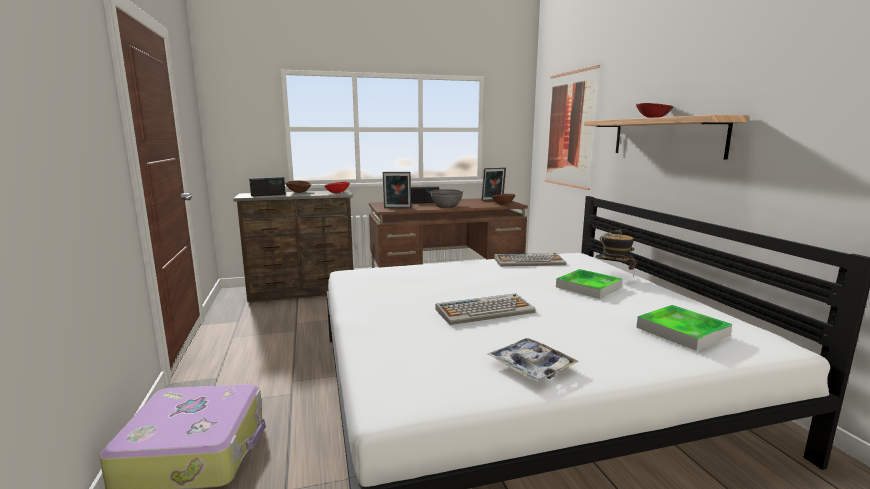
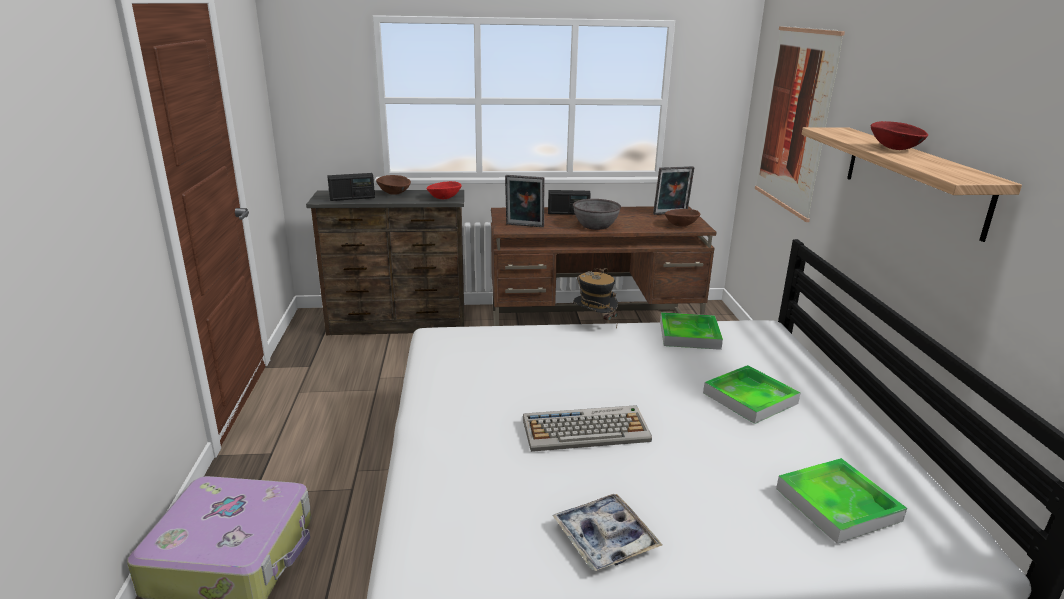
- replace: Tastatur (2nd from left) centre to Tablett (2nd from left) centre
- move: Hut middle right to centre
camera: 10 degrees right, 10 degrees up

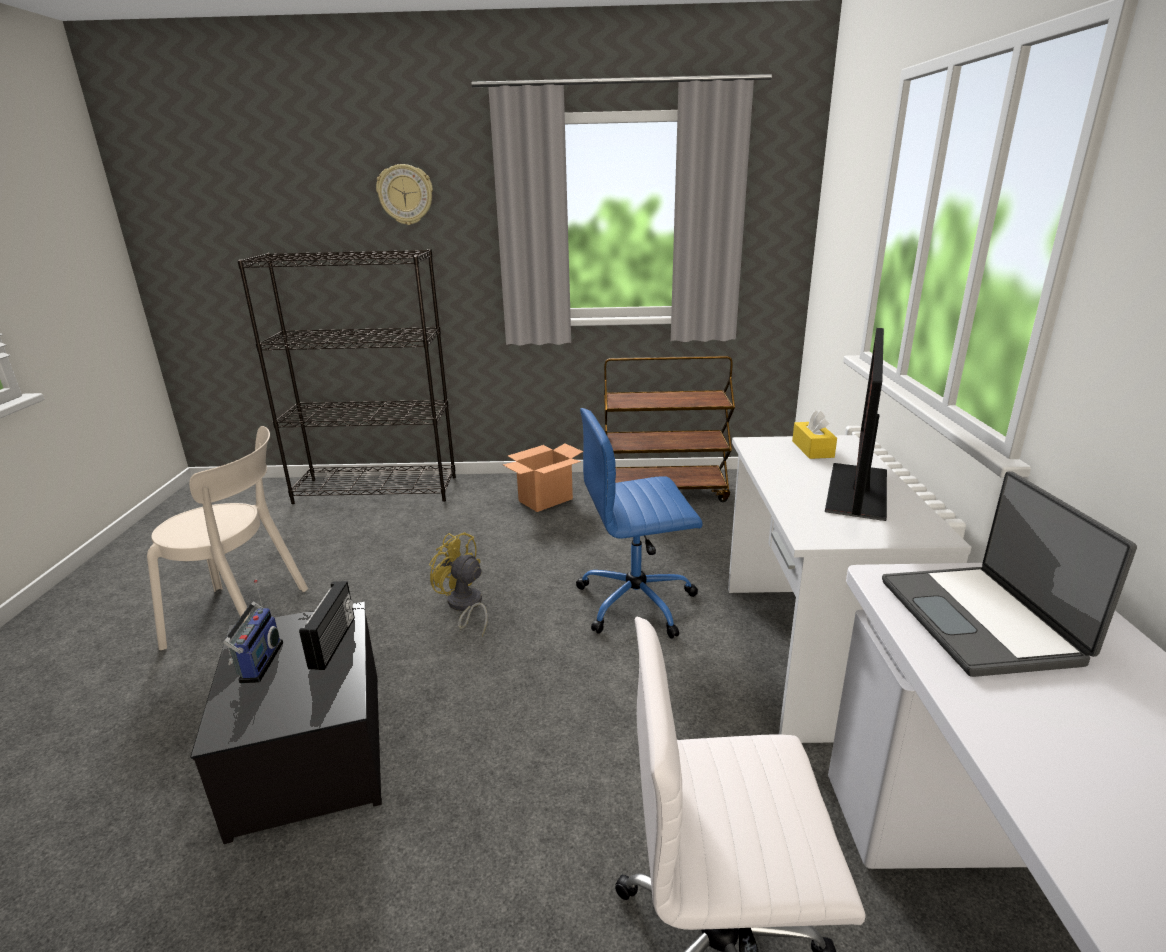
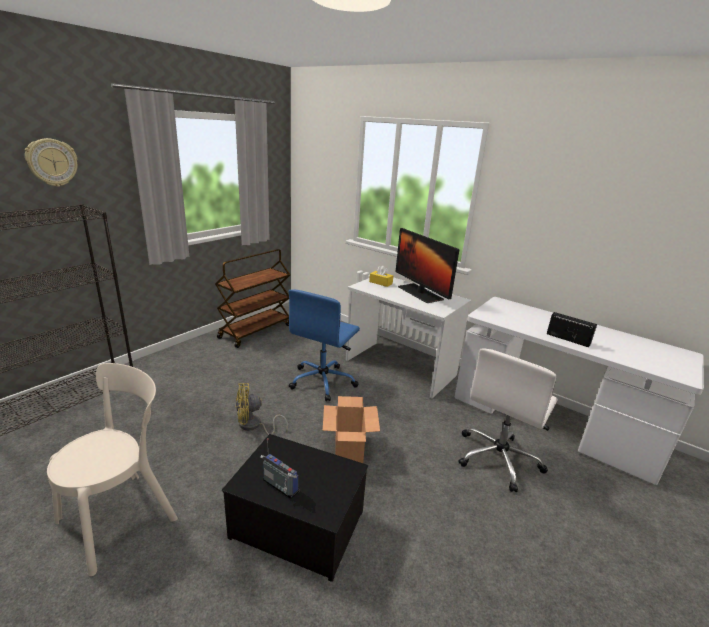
- move: Radio (2nd from left) middle left to middle right
- move: Karton centre to bottom centre
- delete: Laptop middle right
camera: 55 degrees left, 0 degrees up

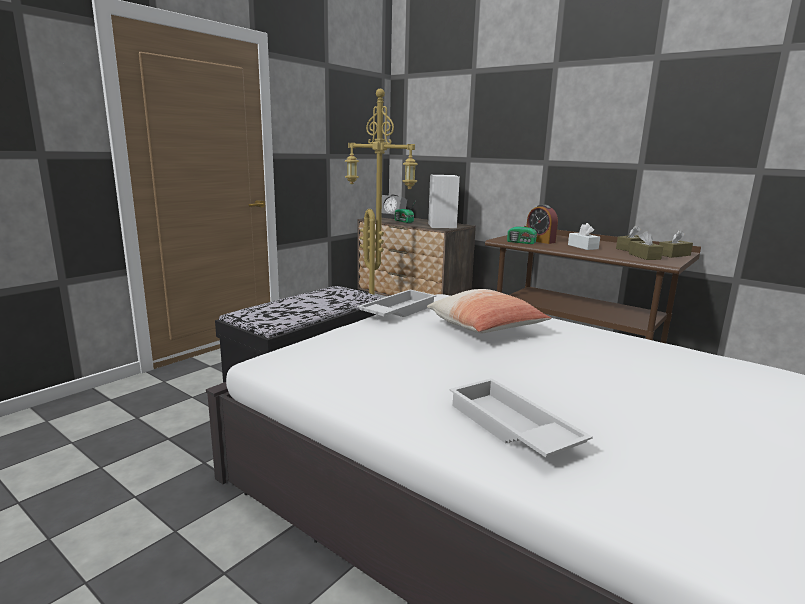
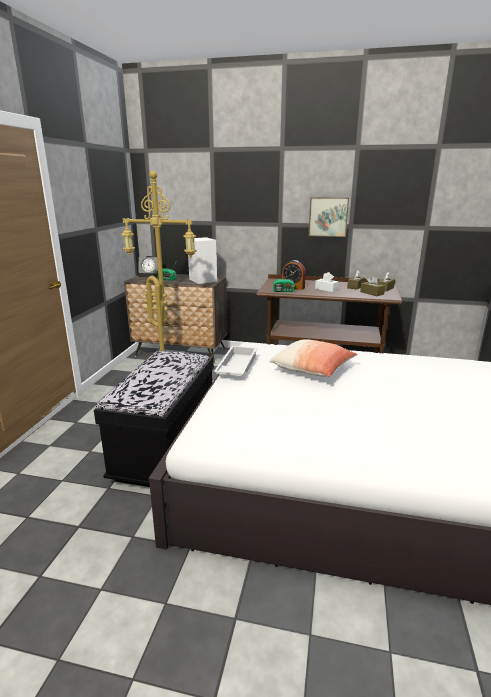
- delete: Tablett (weiß) (2nd from left) bottom centre
- insert: Bild top right
camera: 25 degrees left, 5 degrees up

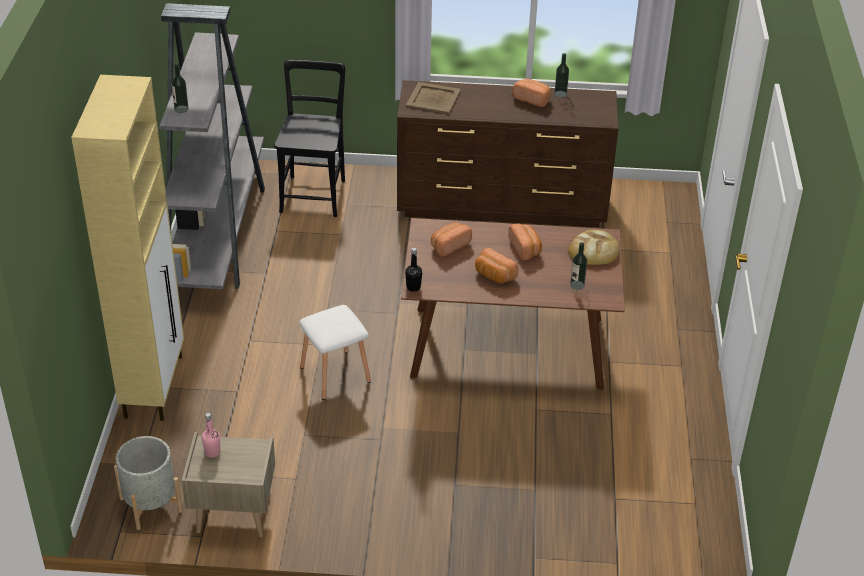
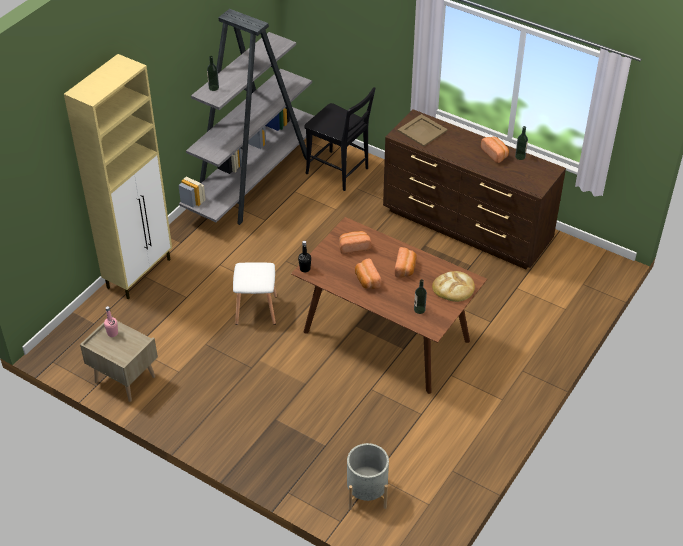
- move: Pflanzkübel (grau) bottom left to bottom centre
- rotate: Stuhl (schwarz) top centre = top centre 90 degrees clockwise
camera: 30 degrees right, 5 degrees up

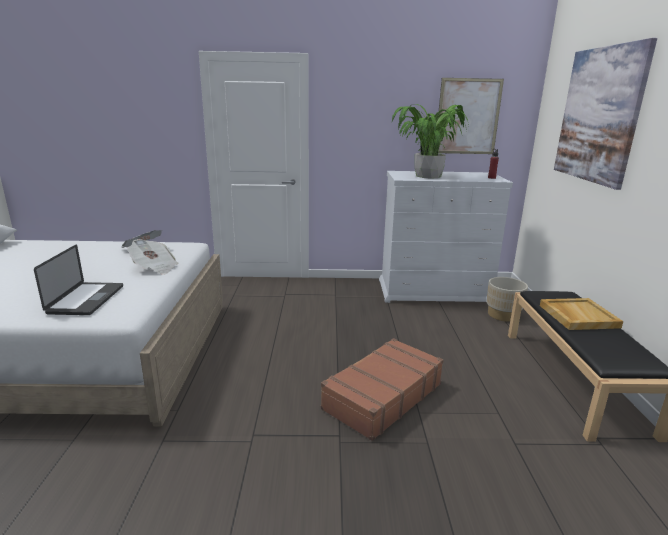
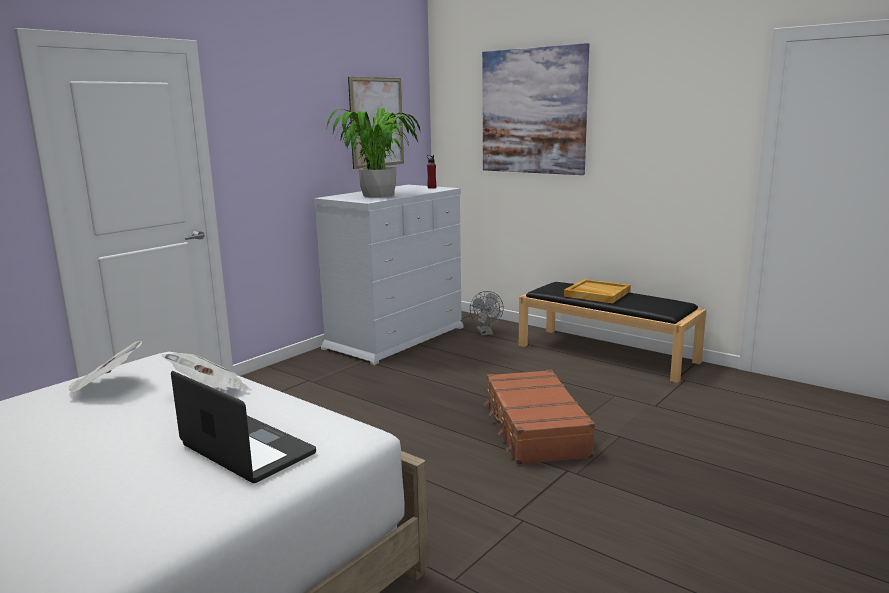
- replace: Pflanzkübel (beige) middle right to Ventilator (grau) centre
camera: 50 degrees left, 5 degrees down

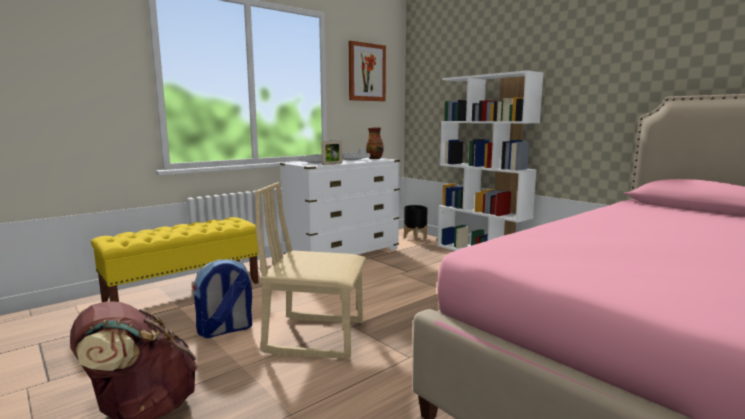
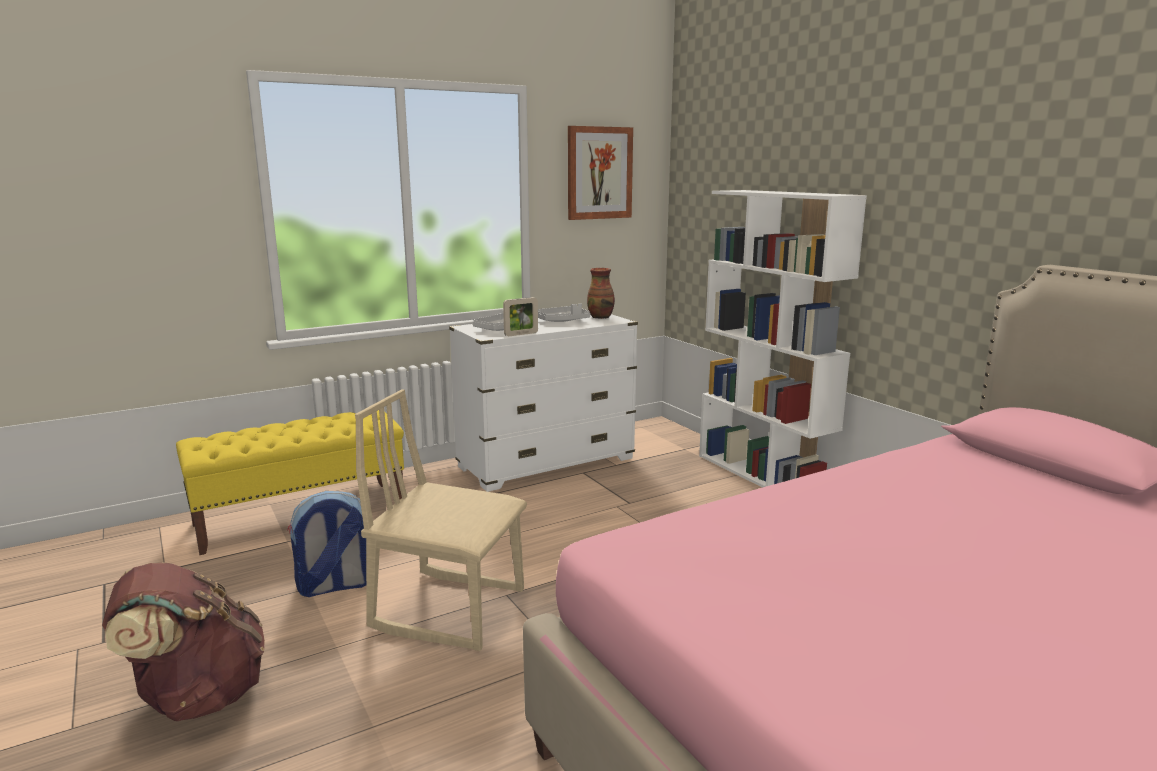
- delete: Pflanzkübel (schwarz) centre
camera: 10 degrees right, 5 degrees up

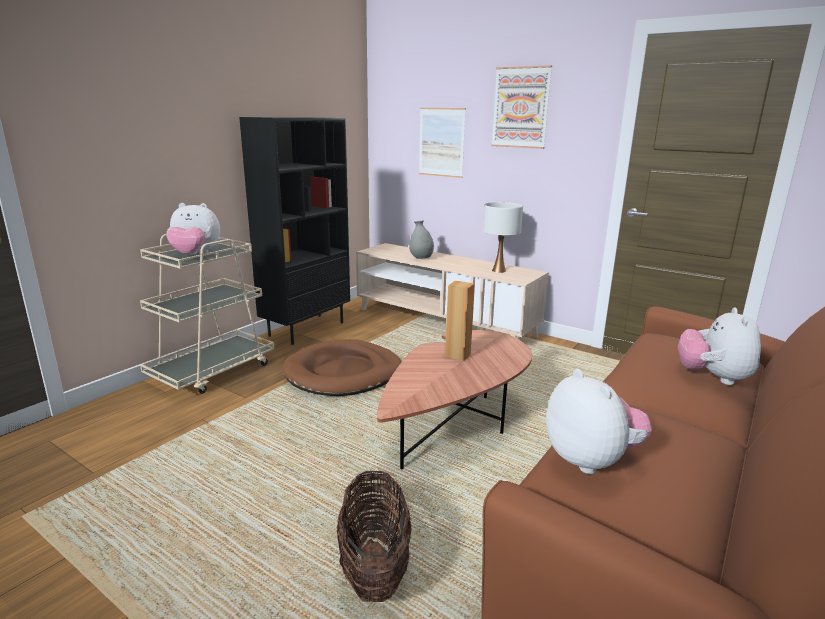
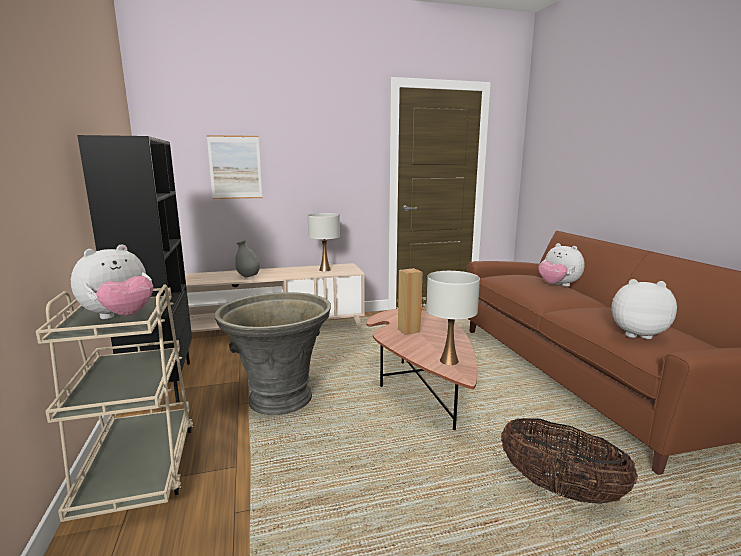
- replace: Hundebett (braun) centre to Pflanzkübel (grau) centre
- delete: Bild (2nd from left) top centre
- insert: Tischlampe (weiß) (2nd from left) centre
camera: 50 degrees left, 5 degrees down

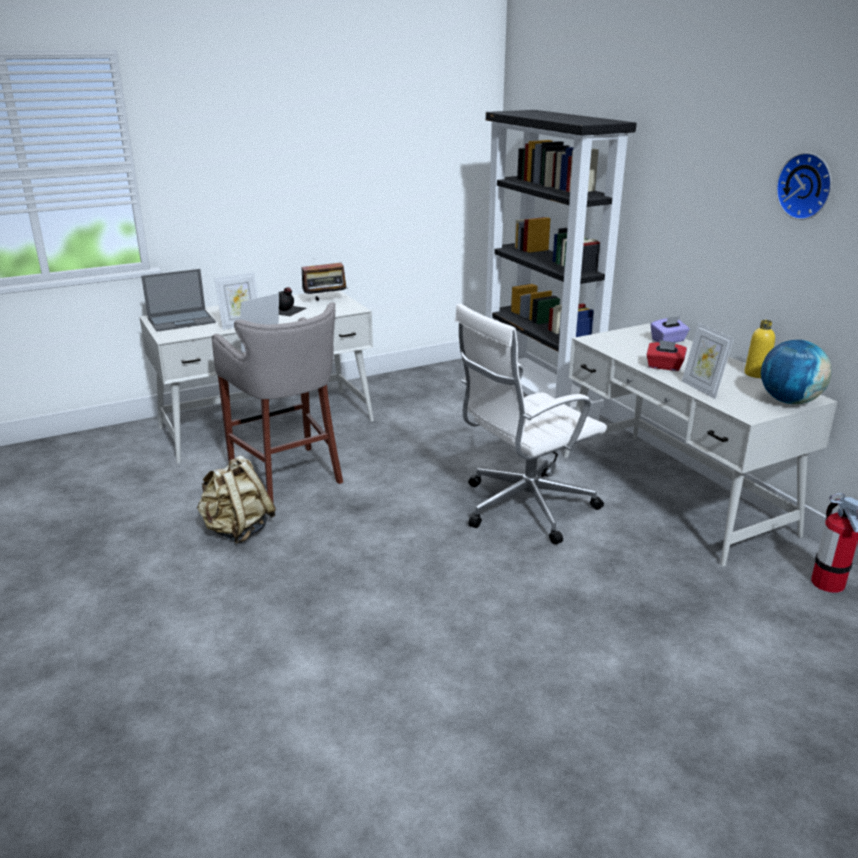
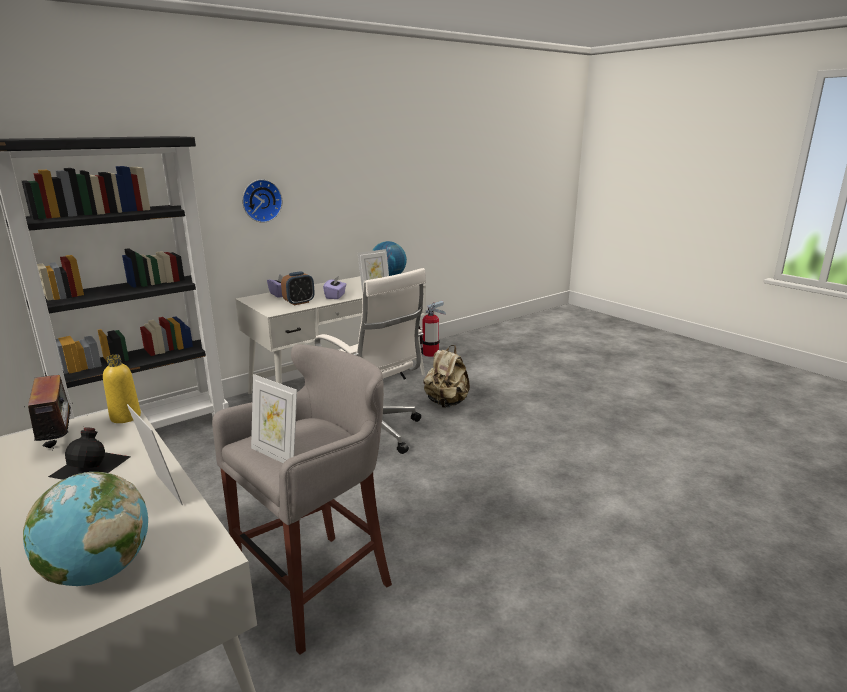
- replace: Laptop middle left to Globus (1st from left) bottom left
- move: Rucksack (beige) middle left to centre
- recolor: Taschentuchbox (rot) middle right to Taschentuchbox (lila) (2nd from left) centre
- move: Flasche (gelb) middle right to middle left
- move: Wanduhr top right to top left
- insert: Wecker centre
camera: 100 degrees left, 5 degrees down

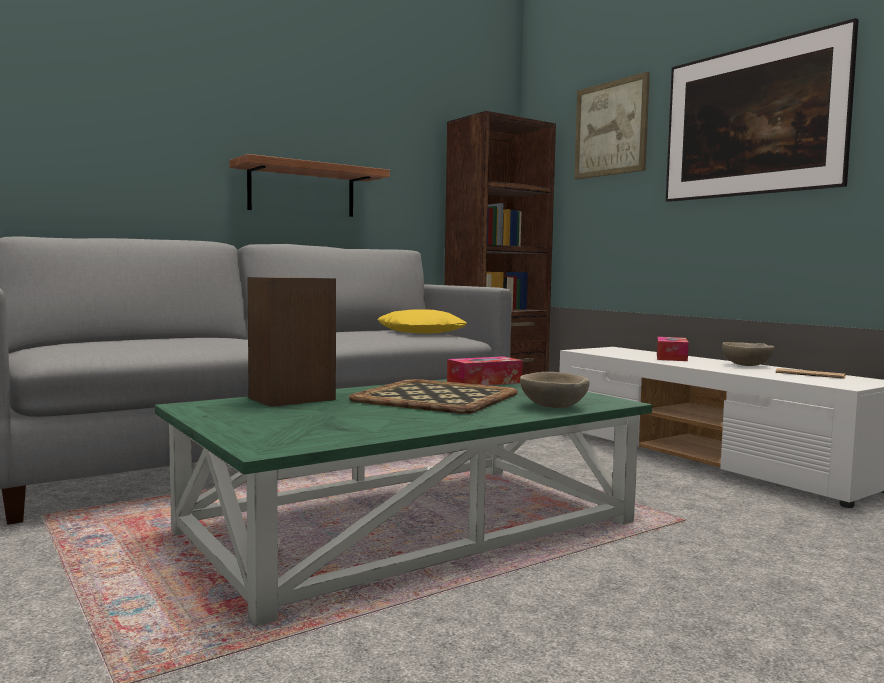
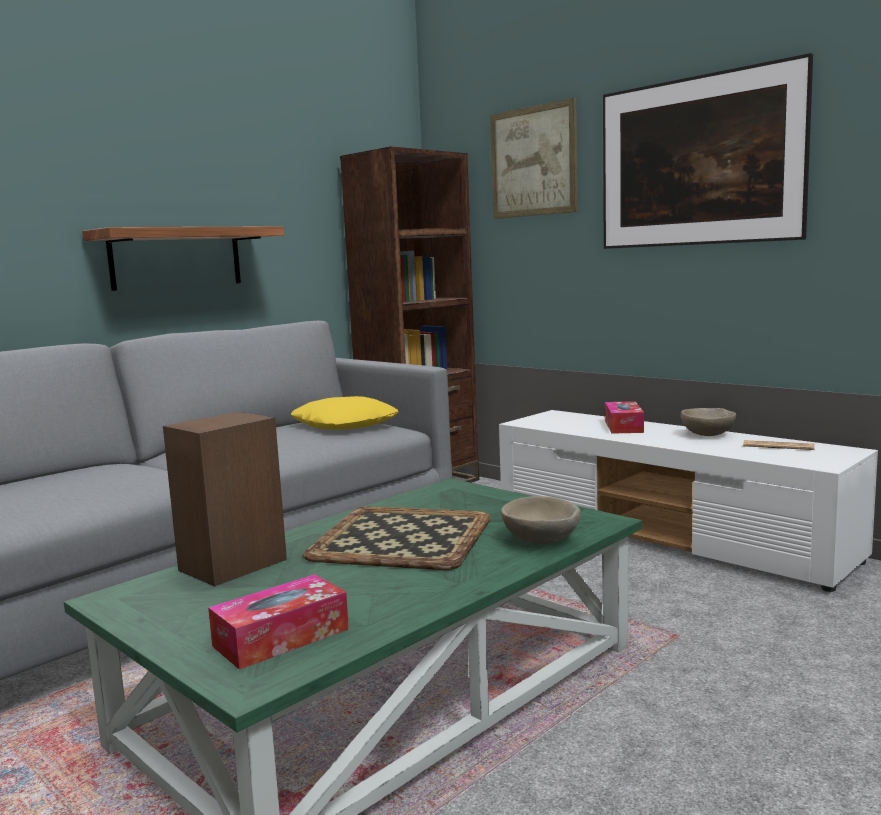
- move: Taschentuchbox (1st from left) centre to bottom left
camera: 10 degrees left, 5 degrees up

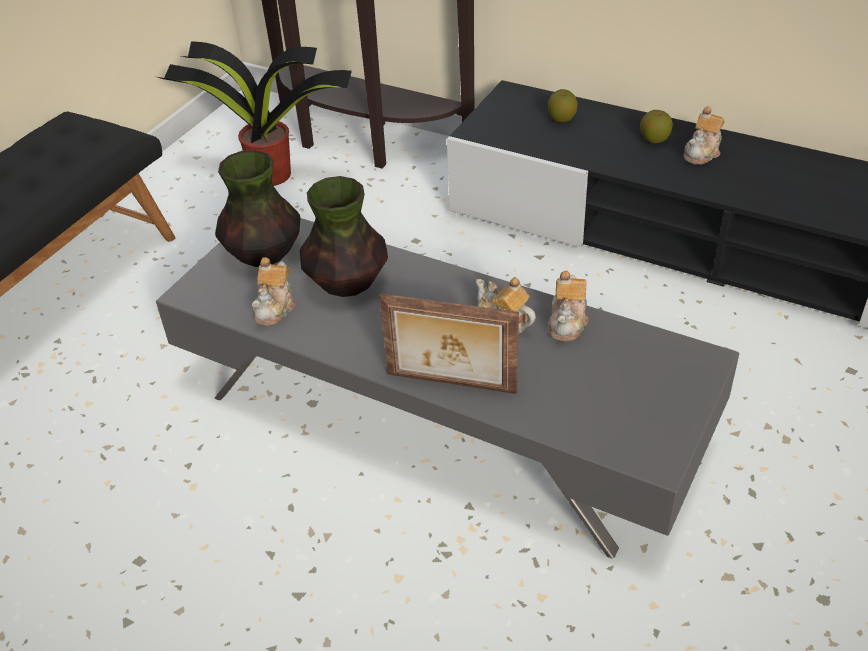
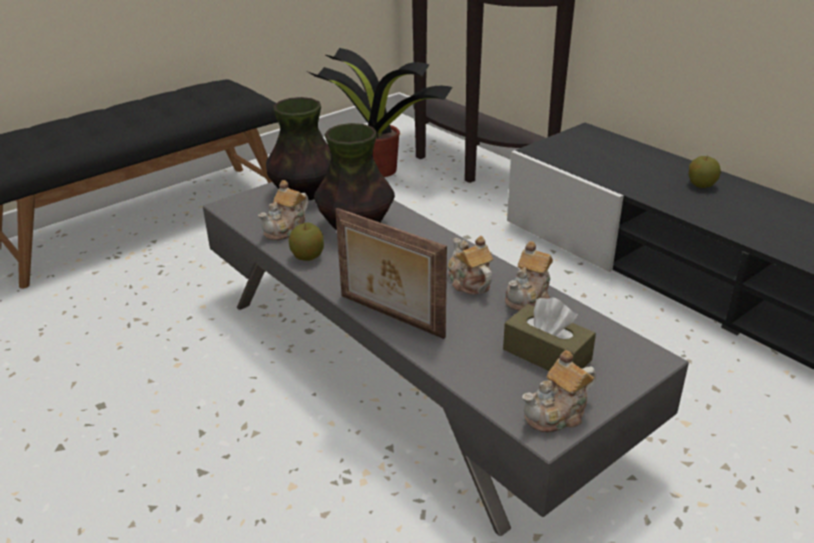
- move: Apfel (1st from left) top centre to centre
- move: Teekanne (4th from left) top right to bottom right
- insert: Taschentuchbox (braun) middle right
camera: 20 degrees right, 10 degrees down

